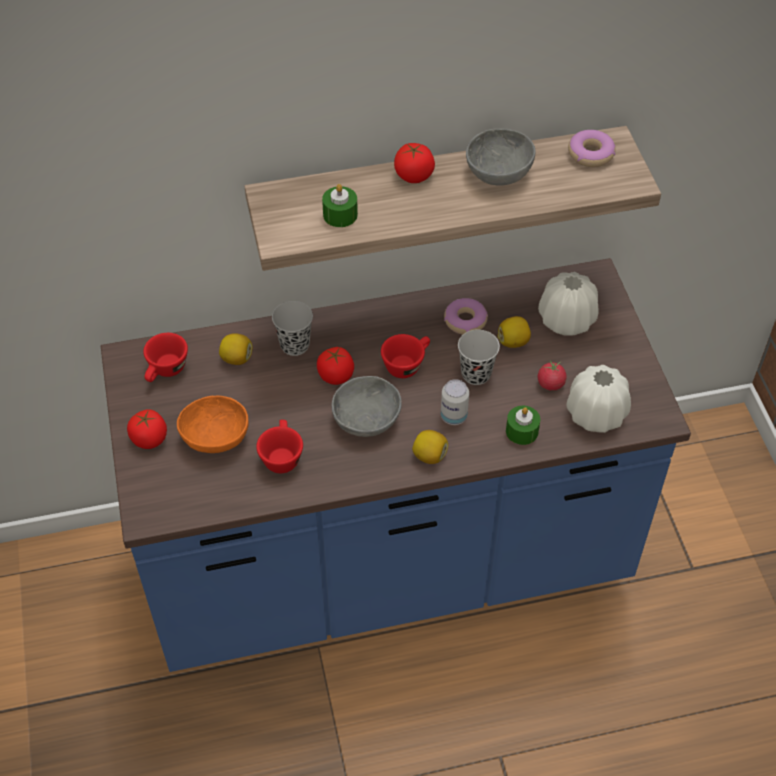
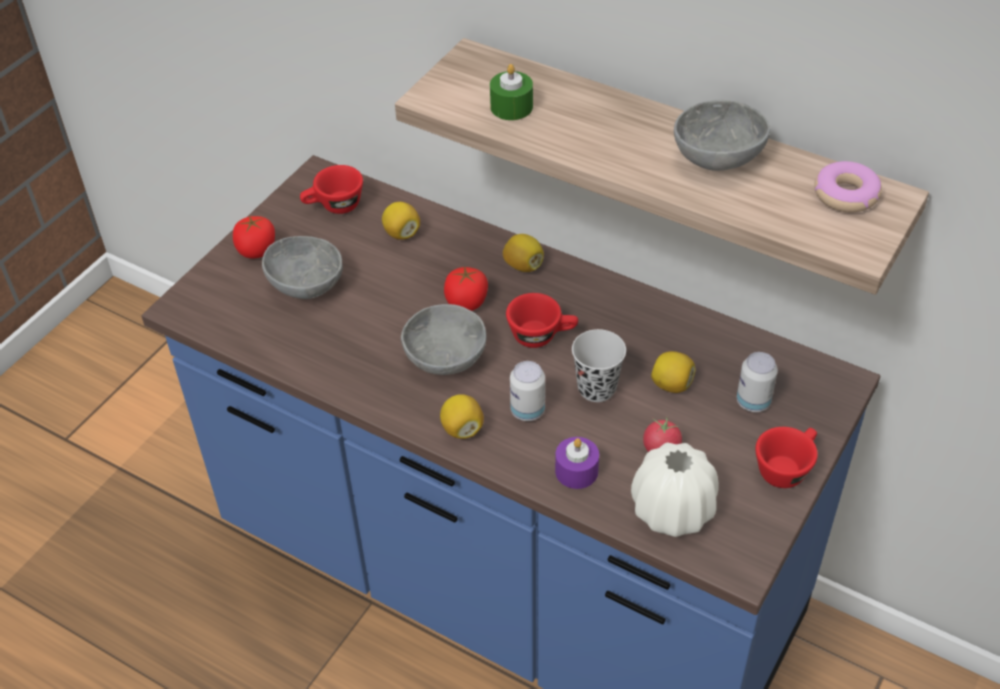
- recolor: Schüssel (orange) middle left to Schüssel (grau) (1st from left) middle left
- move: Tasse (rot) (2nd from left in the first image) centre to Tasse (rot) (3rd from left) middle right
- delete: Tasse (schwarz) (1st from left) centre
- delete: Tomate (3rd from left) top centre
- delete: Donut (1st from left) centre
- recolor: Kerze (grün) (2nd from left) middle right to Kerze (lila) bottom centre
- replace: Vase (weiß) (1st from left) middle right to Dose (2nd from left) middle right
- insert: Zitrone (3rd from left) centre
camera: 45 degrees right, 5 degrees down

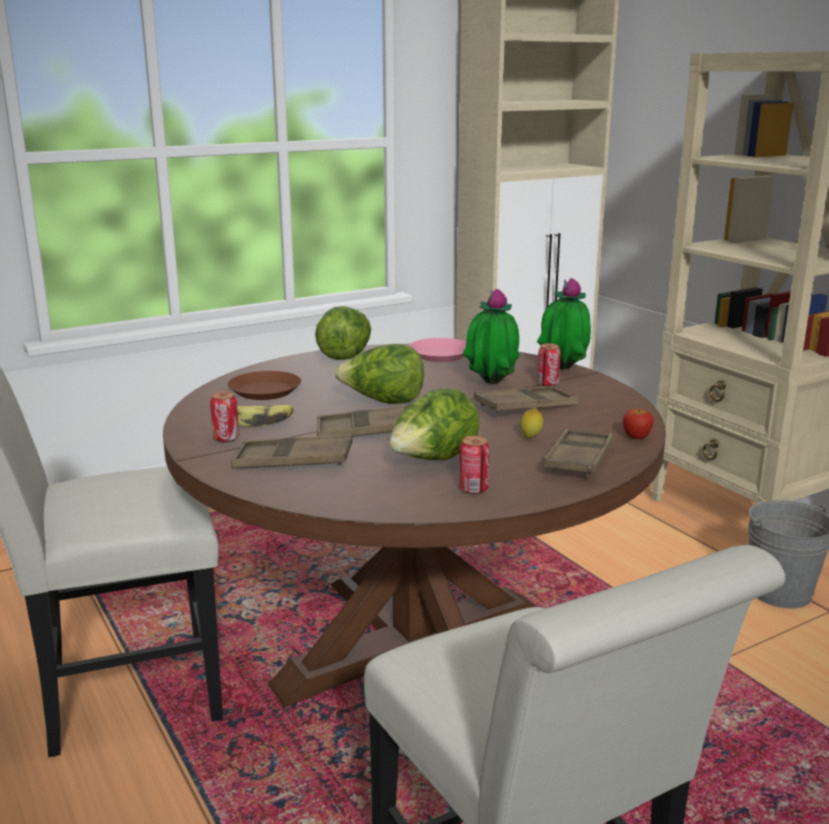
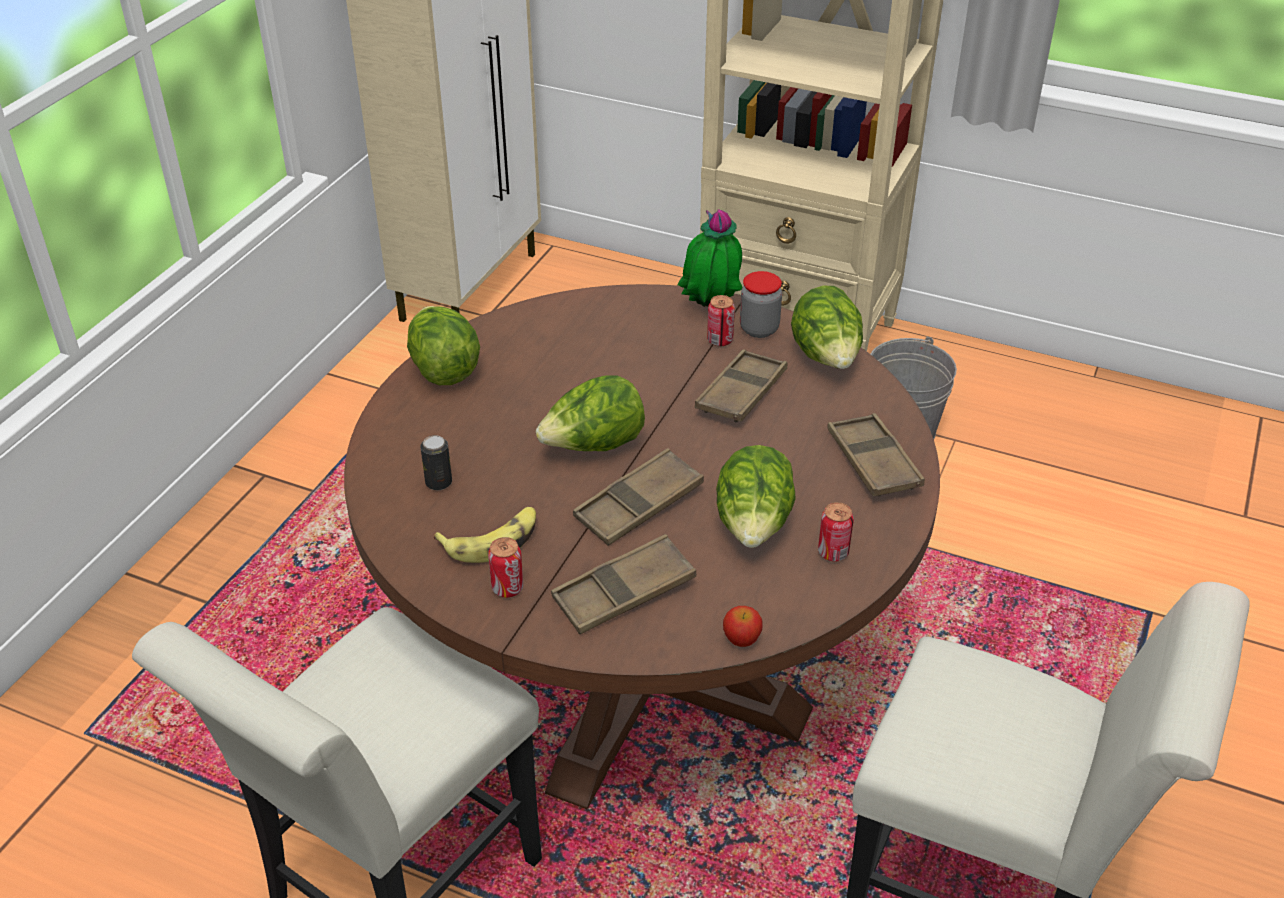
- replace: Teller (braun) middle left to Dose (1st from left) centre
- delete: Teller (rosa) centre
- delete: Topfpflanze (1st from left) centre
- delete: Zitrone centre
- move: Apfel middle right to bottom centre
- insert: Vorratsglas centre
- insert: Salatkopf (4th from left) centre
camera: 35 degrees left, 20 degrees up

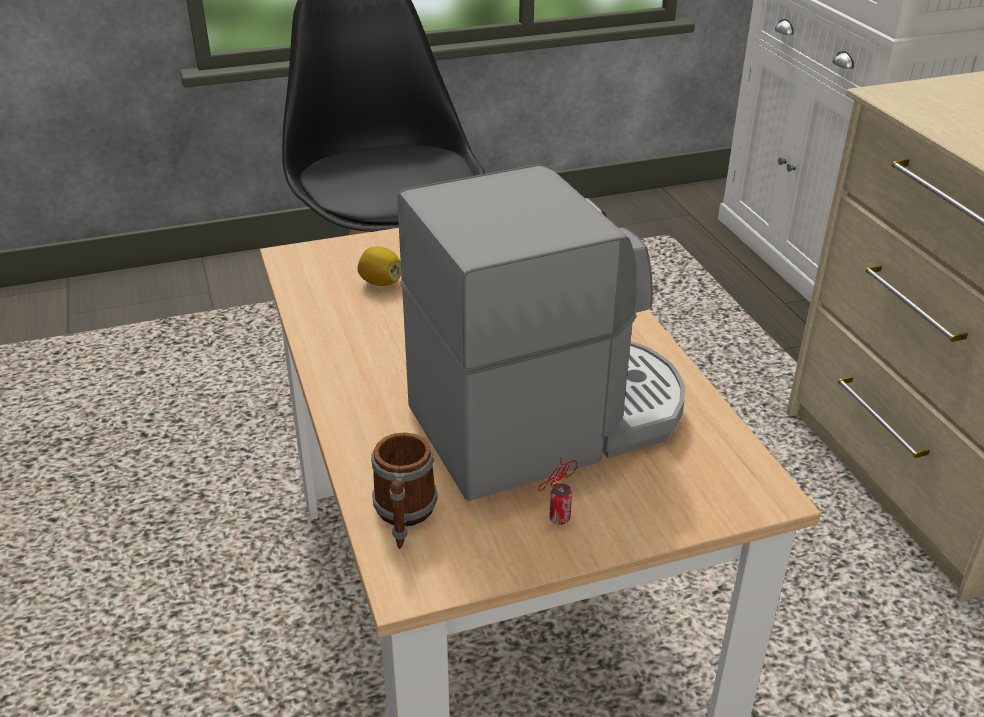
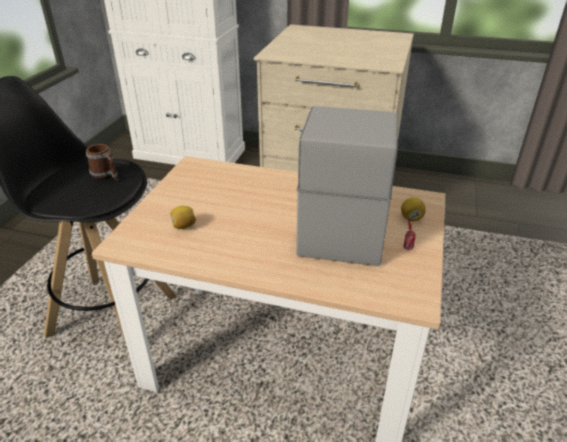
- move: Henkelbecher bottom centre to middle left
- insert: Zitrone (2nd from left) middle right
camera: 55 degrees left, 0 degrees up

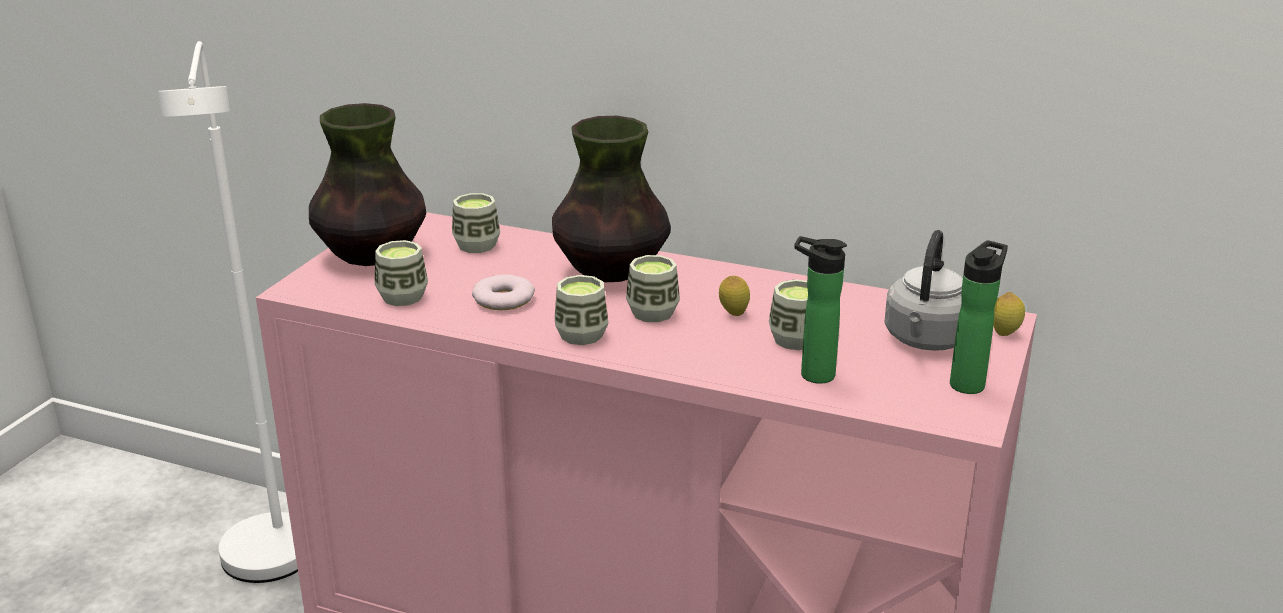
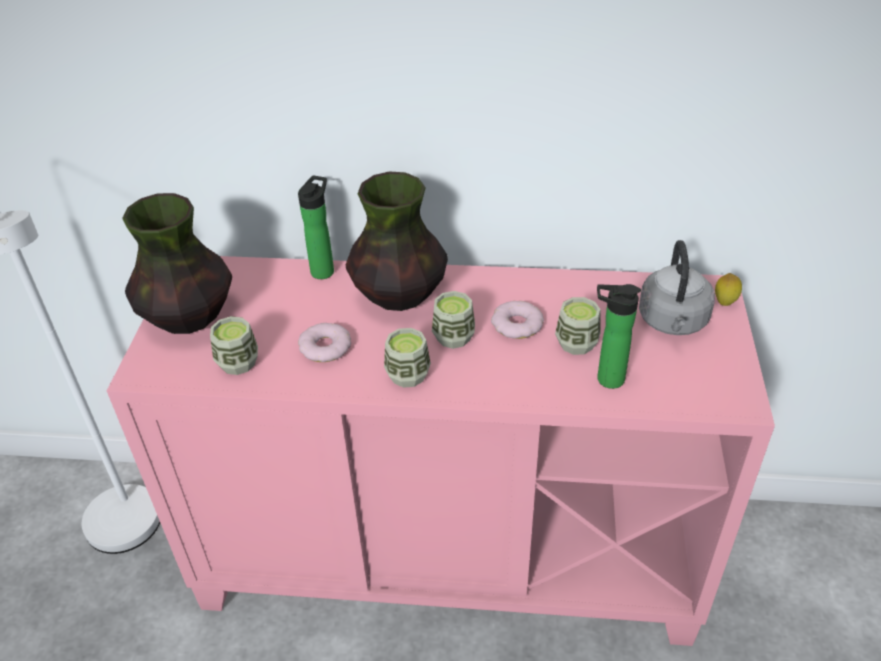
- delete: Tasse (2nd from left) centre
- replace: Zitrone (1st from left) centre to Donut (2nd from left) centre
- move: Flasche (2nd from left in the first image) middle right to Flasche (1st from left) centre
camera: 15 degrees left, 15 degrees up

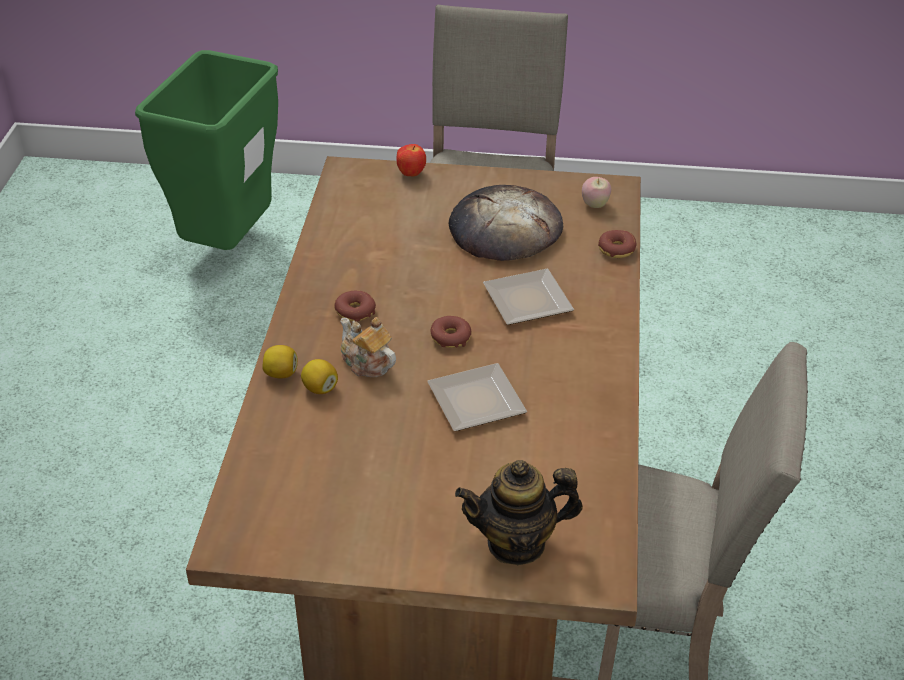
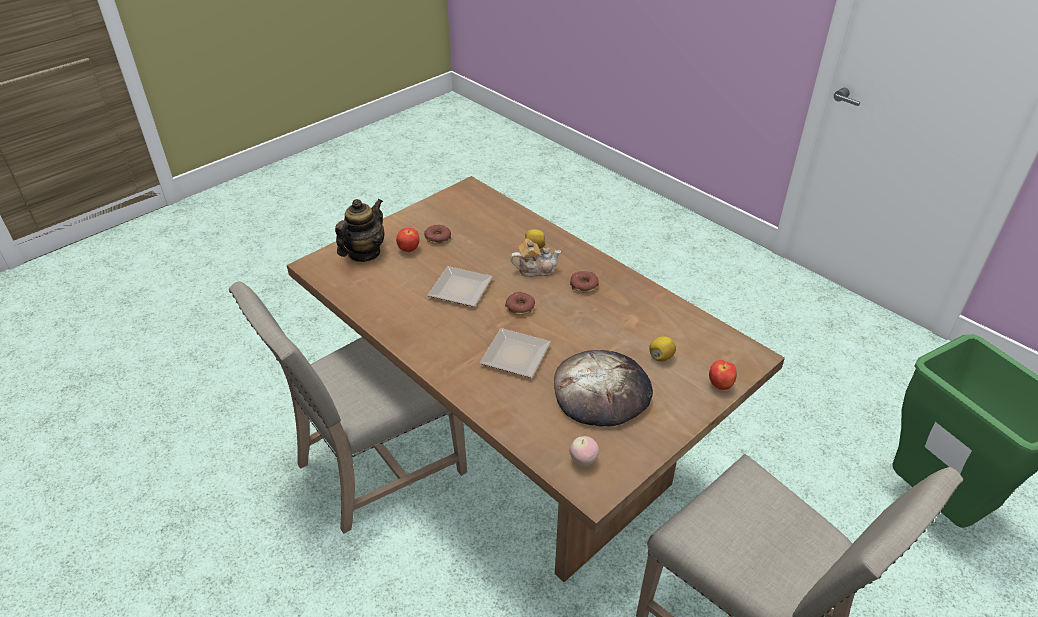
- move: Zitrone (1st from left in the first image) middle left to Zitrone (2nd from left) centre
- move: Donut (3rd from left in the first image) middle right to Donut (1st from left) centre
- insert: Apfel (1st from left) centre
camera: 130 degrees right, 0 degrees up

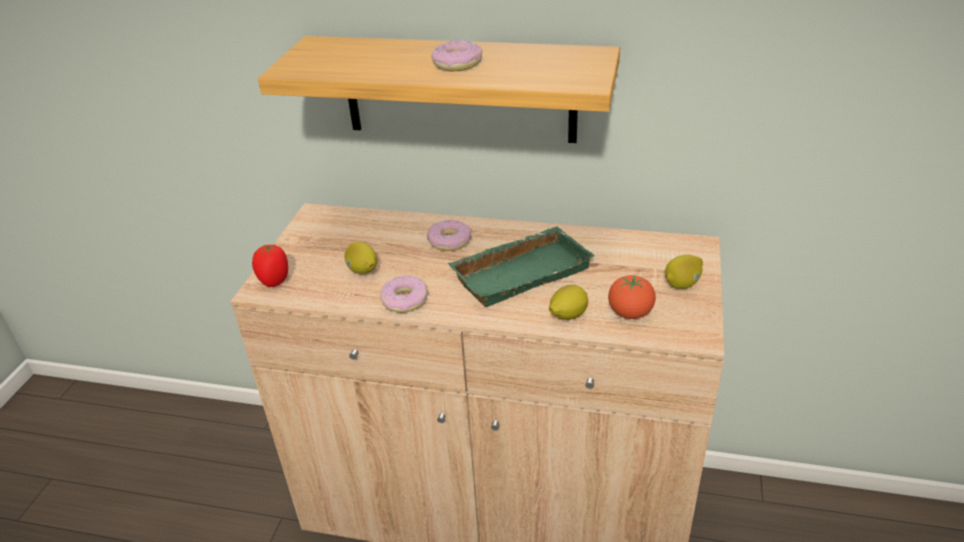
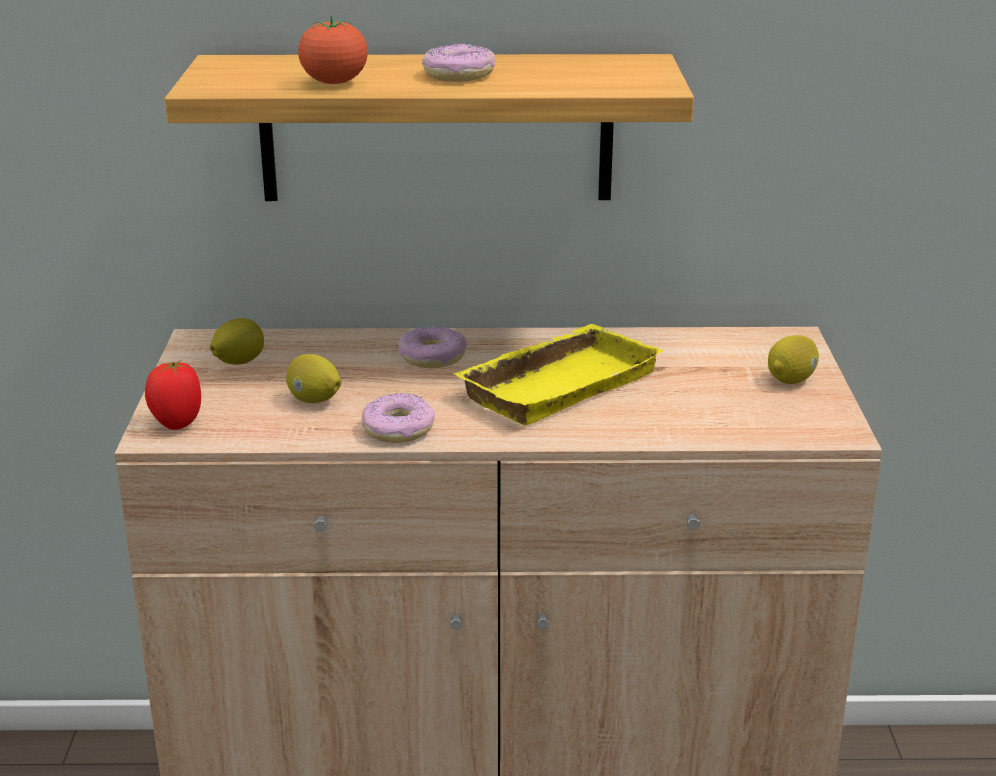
- recolor: Tablett (grün) centre to Tablett (gelb) centre
- move: Zitrone (2nd from left in the first image) centre to Zitrone (1st from left) middle left
- move: Tomate (2nd from left) centre to top centre
camera: 15 degrees left, 10 degrees down

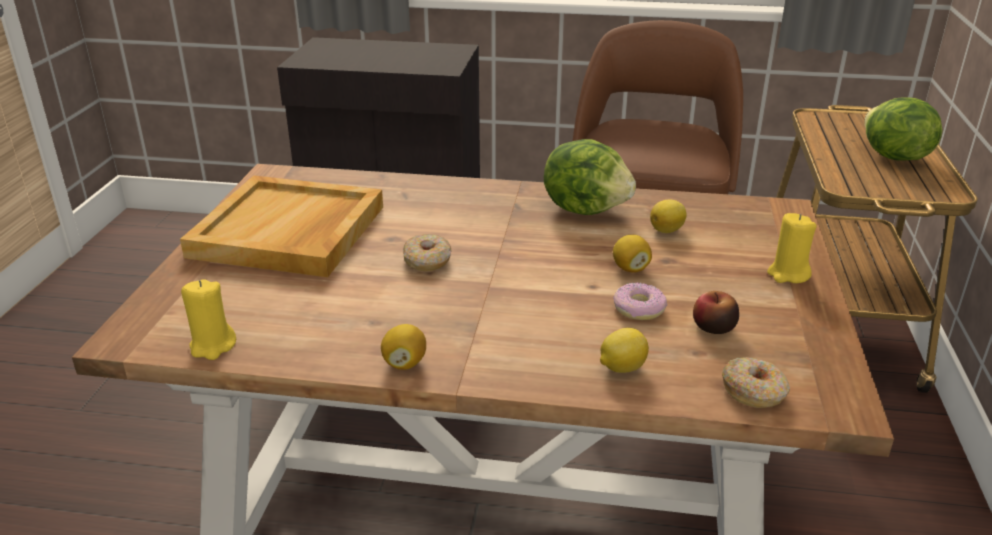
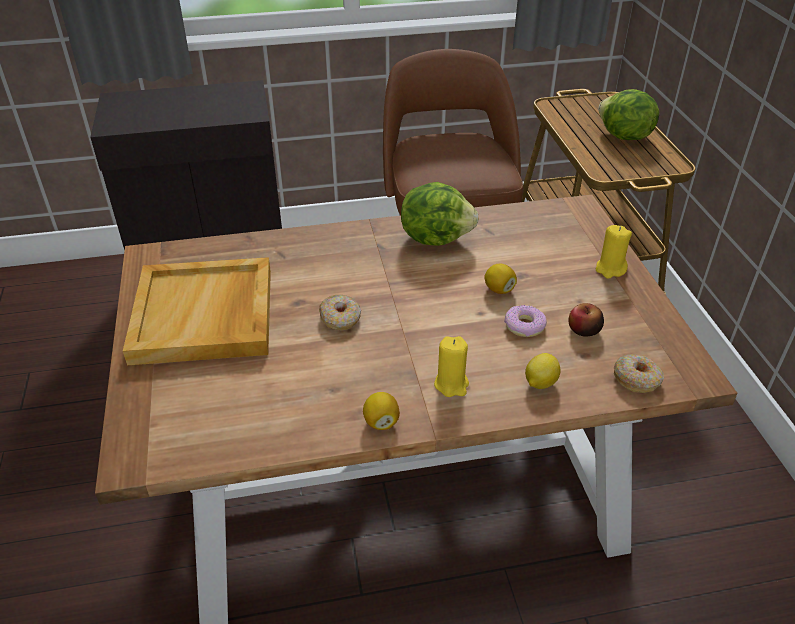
- move: Kerze (gelb) (1st from left) middle left to centre
- delete: Zitrone (4th from left) middle right
camera: 20 degrees left, 10 degrees up

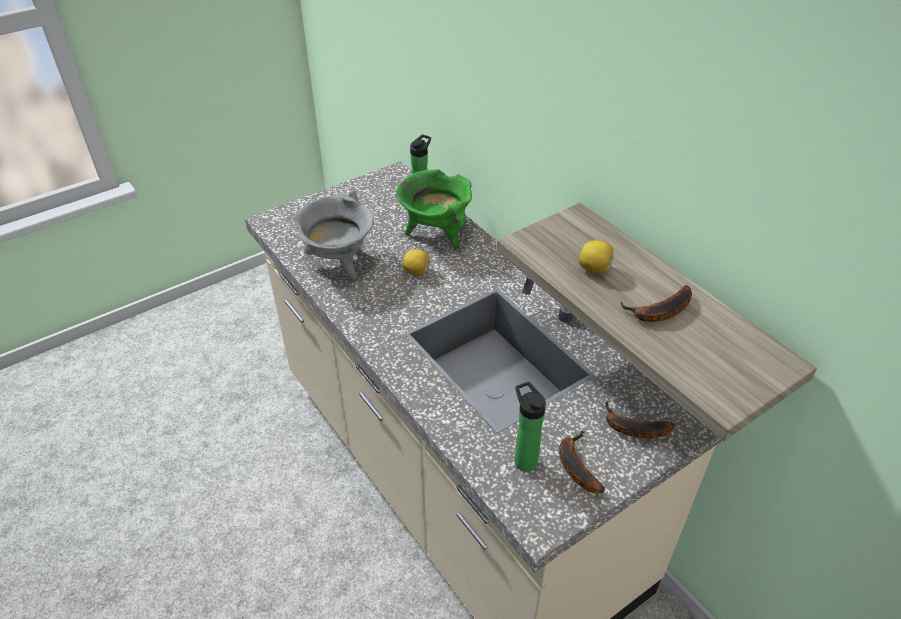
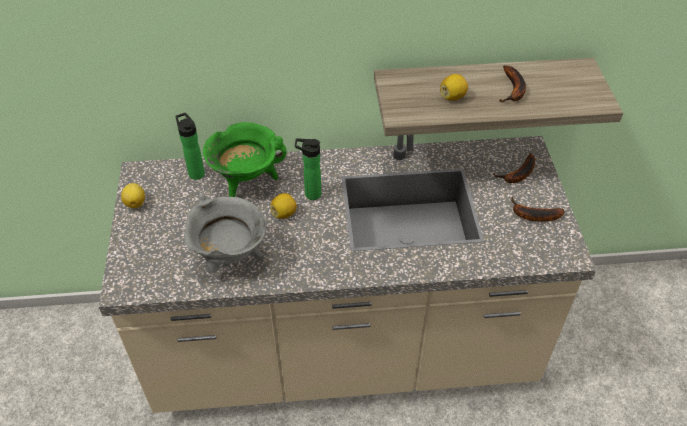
- move: Flasche (2nd from left) bottom centre to centre
- insert: Zitrone (1st from left) middle left
camera: 60 degrees left, 5 degrees up

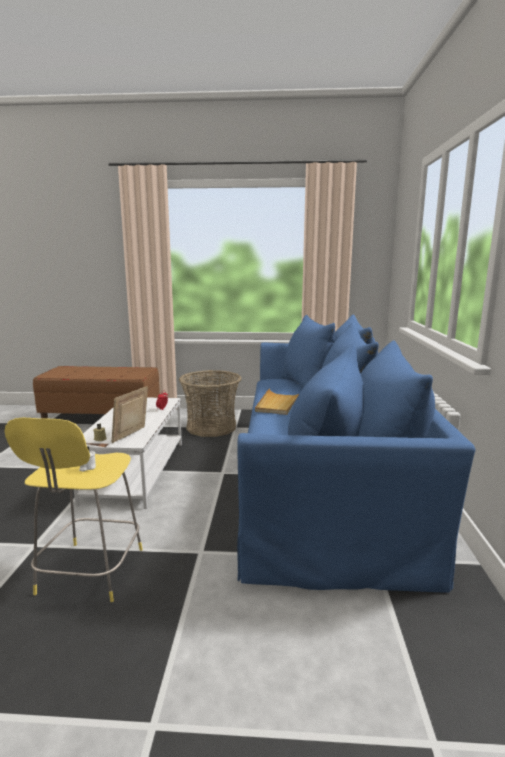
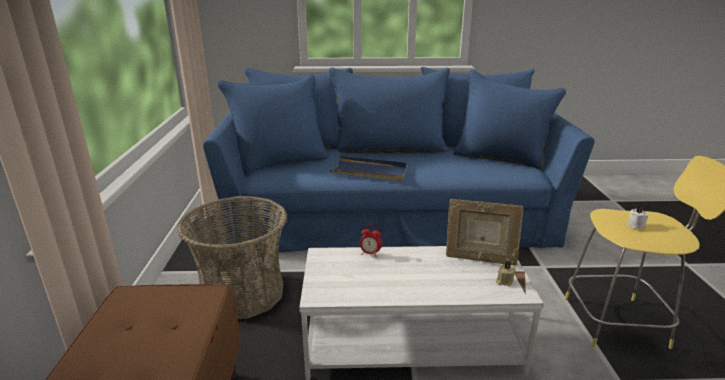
- recolor: Tablett (beige) centre to Tablett (blau) centre
camera: 95 degrees left, 10 degrees up

